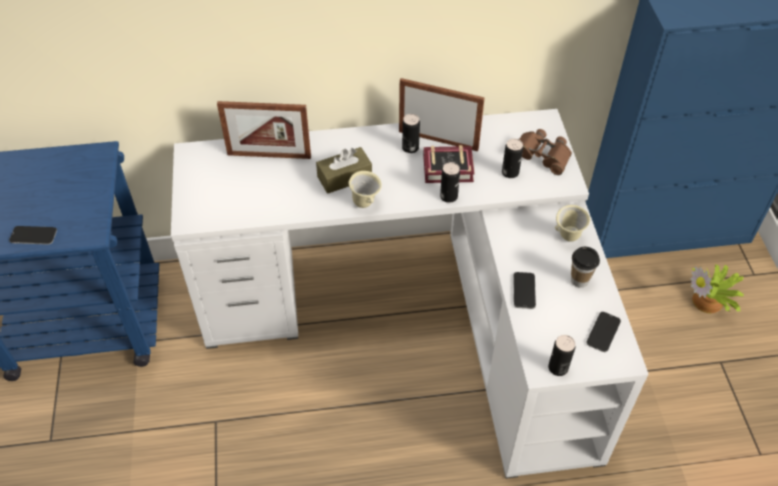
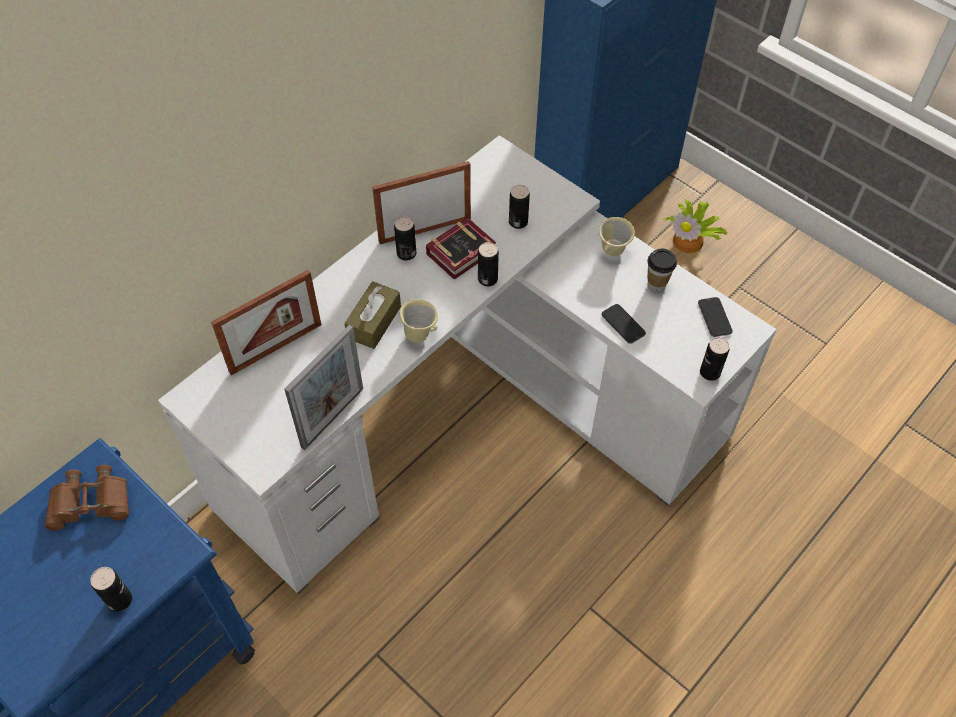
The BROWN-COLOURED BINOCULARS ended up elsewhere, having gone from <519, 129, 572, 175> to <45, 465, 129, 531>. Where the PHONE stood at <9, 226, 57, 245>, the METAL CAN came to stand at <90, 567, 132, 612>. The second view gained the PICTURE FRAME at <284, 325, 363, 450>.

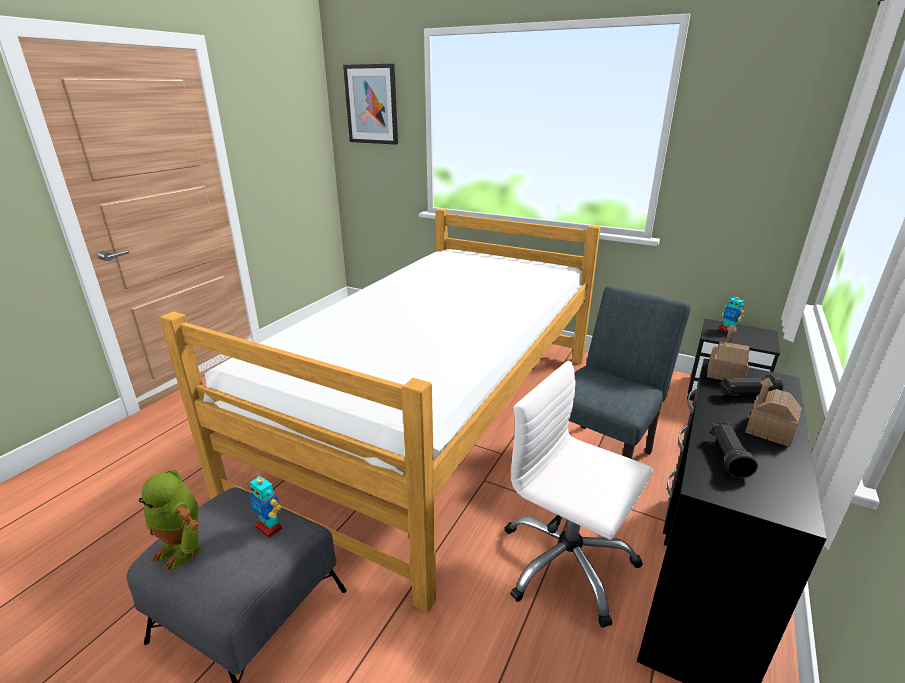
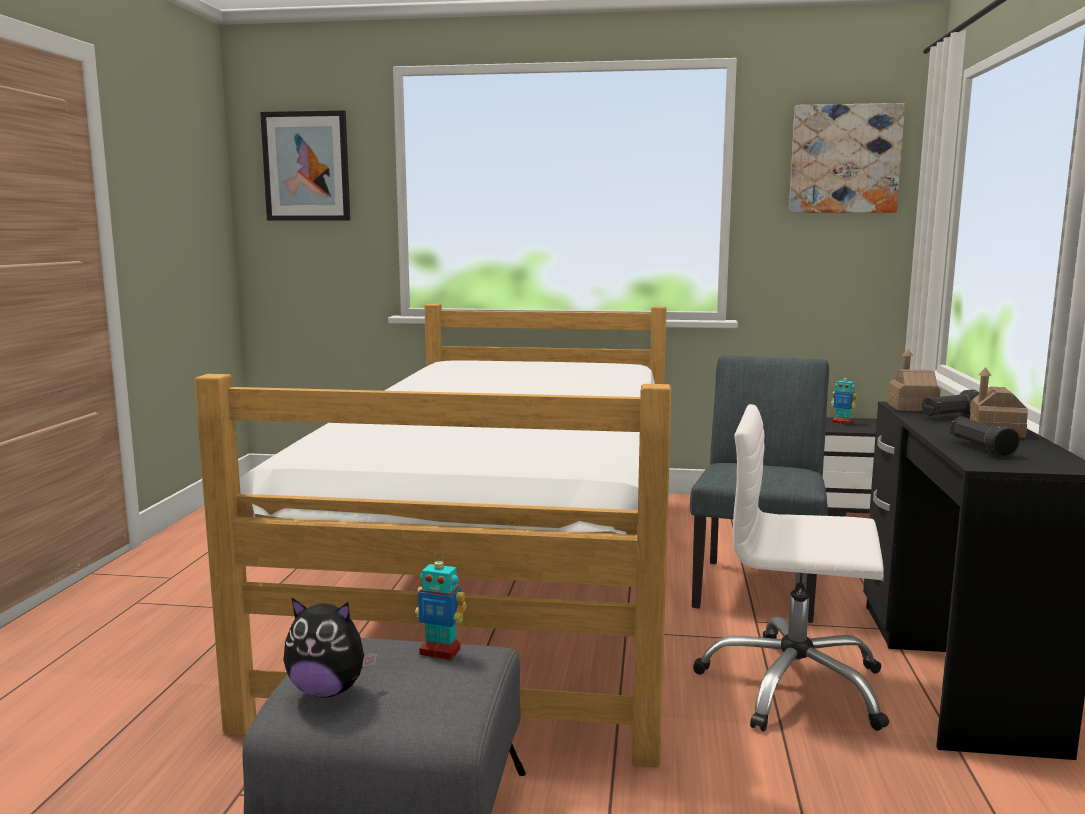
Where the TOY ROBOT stood at <139, 470, 202, 571>, the CUDDLY TOY came to stand at <283, 597, 377, 698>. The second view gained the WALL PICTURE at <789, 103, 905, 213>.

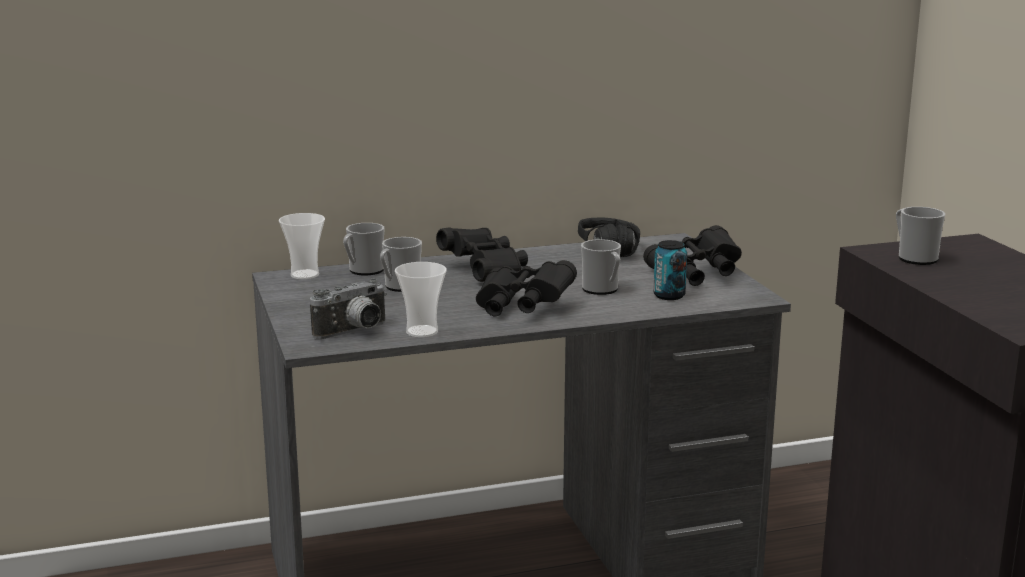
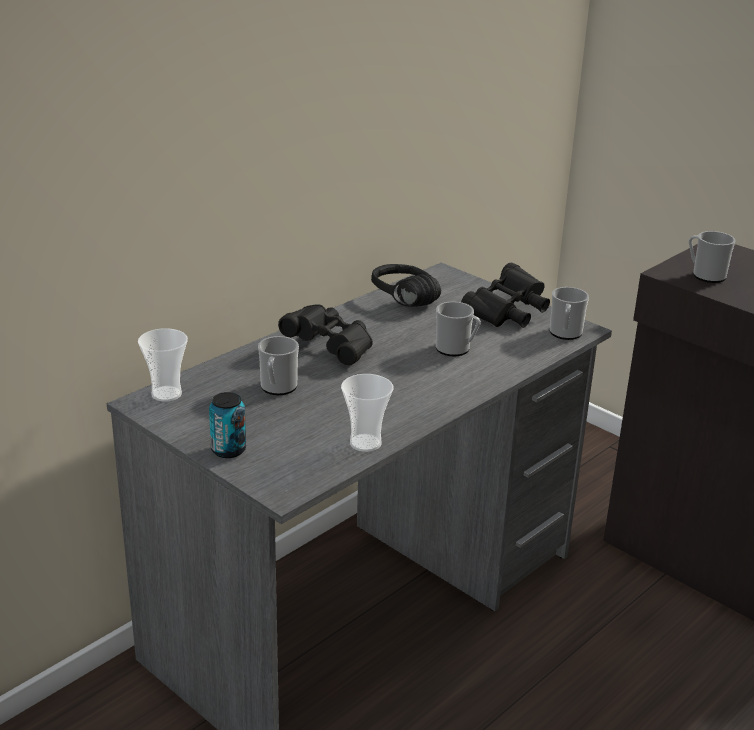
The COFFEE MUG ended up elsewhere, having gone from <343, 223, 385, 276> to <550, 287, 589, 340>. The METAL CAN ended up elsewhere, having gone from <653, 240, 687, 300> to <209, 392, 246, 458>. The second view lost the BLACK BINOCULARS at <476, 260, 577, 316>. The second view lost the PHOTO CAMERA at <310, 279, 387, 339>.

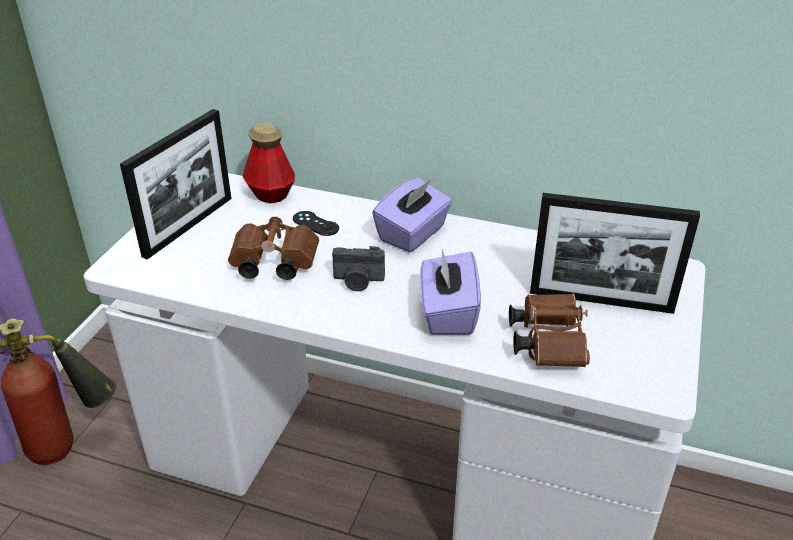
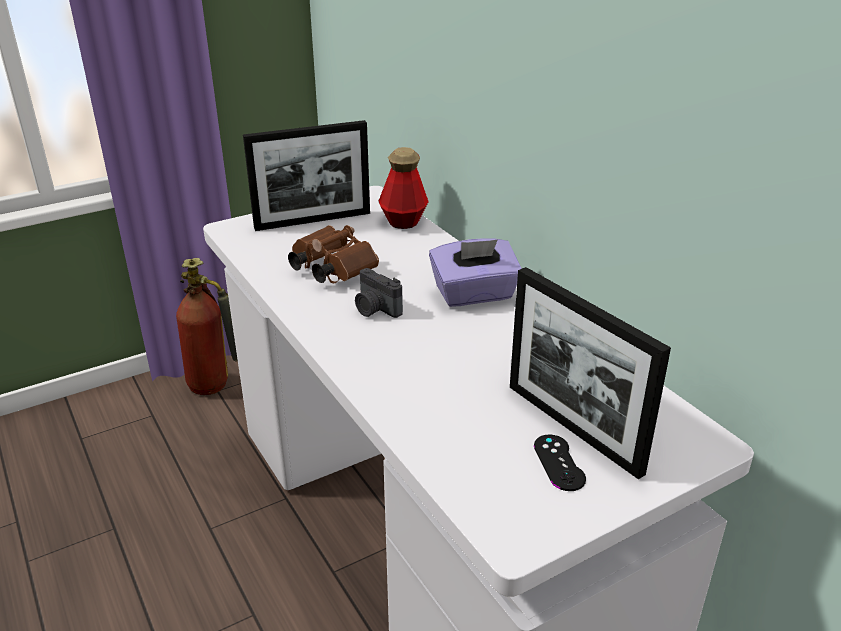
The BLACK GAMEPAD ended up elsewhere, having gone from <293, 211, 339, 236> to <534, 435, 586, 491>. The second view lost the PURPLE TISSUE HOLDER at <420, 249, 481, 335>. The second view lost the BROWN-COLOURED BINOCULARS at <509, 294, 590, 367>.

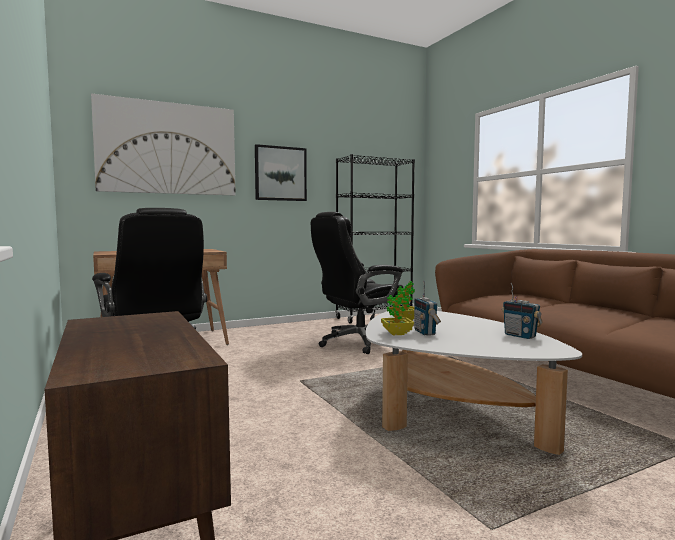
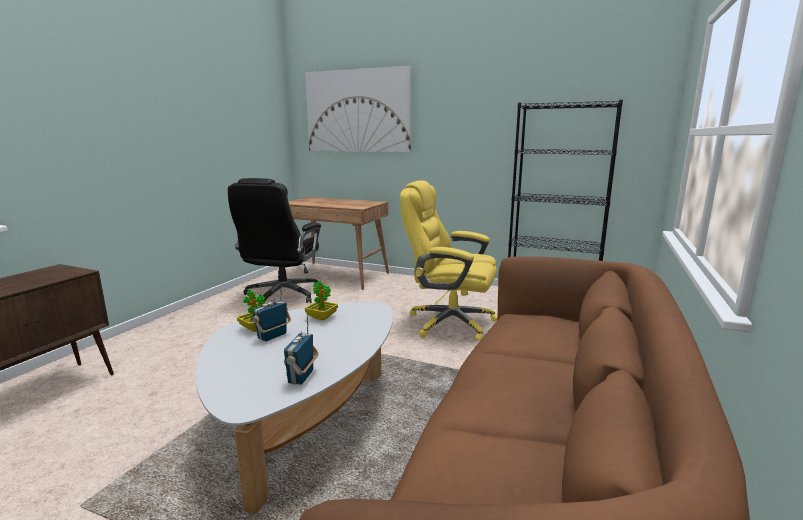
The second view lost the WALL PICTURE at <255, 144, 307, 201>. What was the BLACK COMPUTER CHAIR at <311, 212, 404, 354> turned into the YELLOWISH COMPUTER CHAIR at <400, 180, 498, 341>.

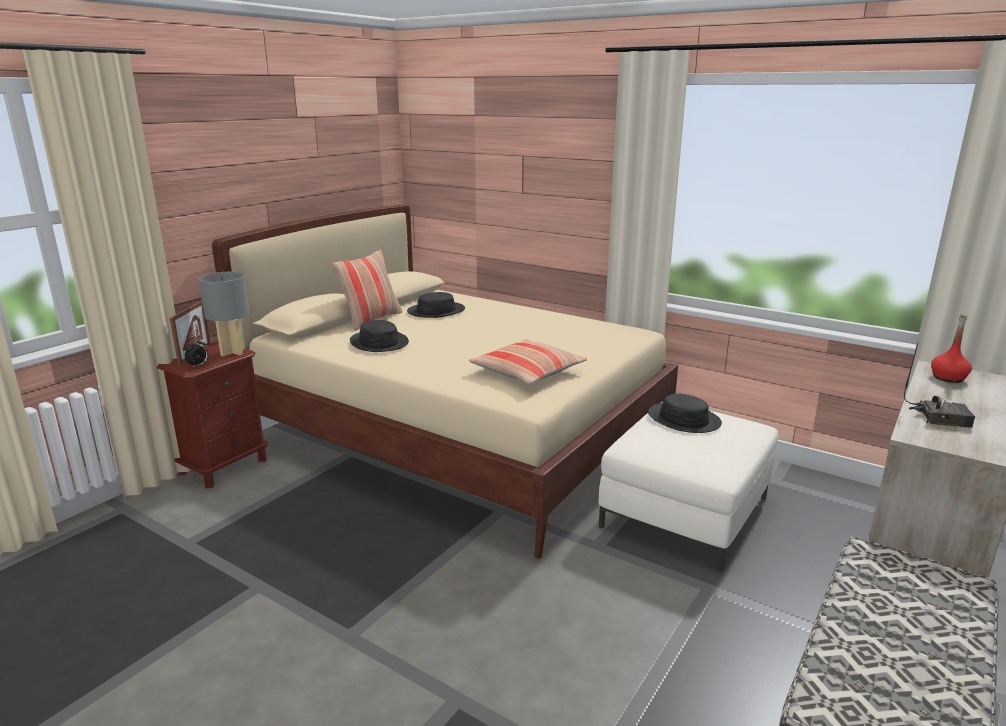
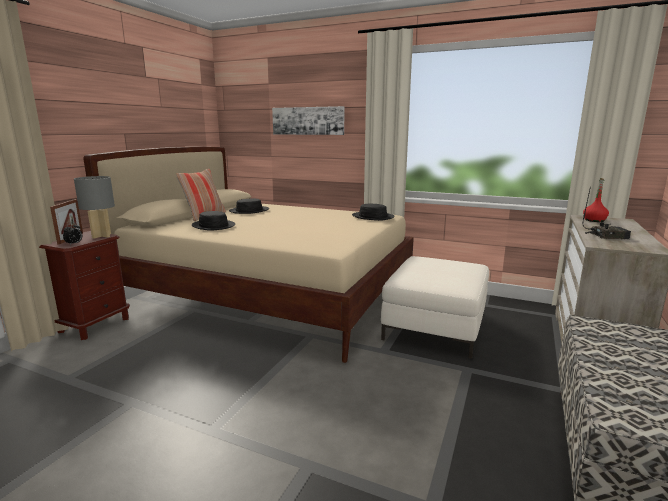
The second view lost the THROW PILLOW at <469, 340, 587, 384>. The BLACK CLOTHING HAT ended up elsewhere, having gone from <648, 394, 722, 433> to <352, 204, 395, 221>. The second view gained the WALL PICTURE at <272, 106, 344, 135>.

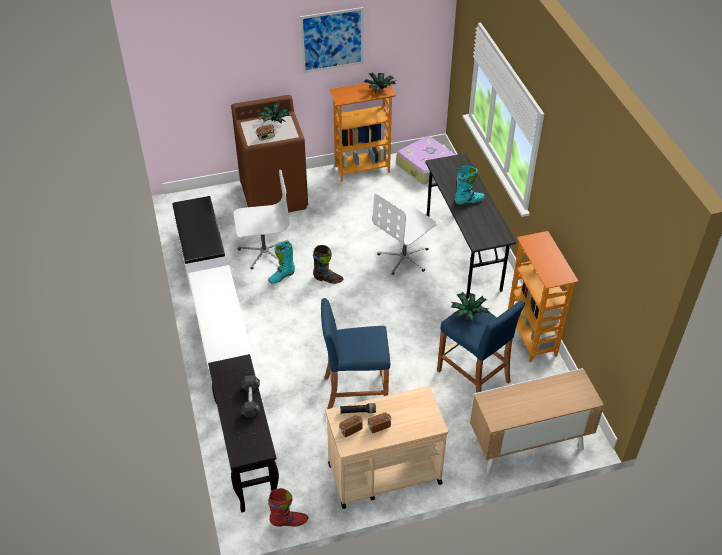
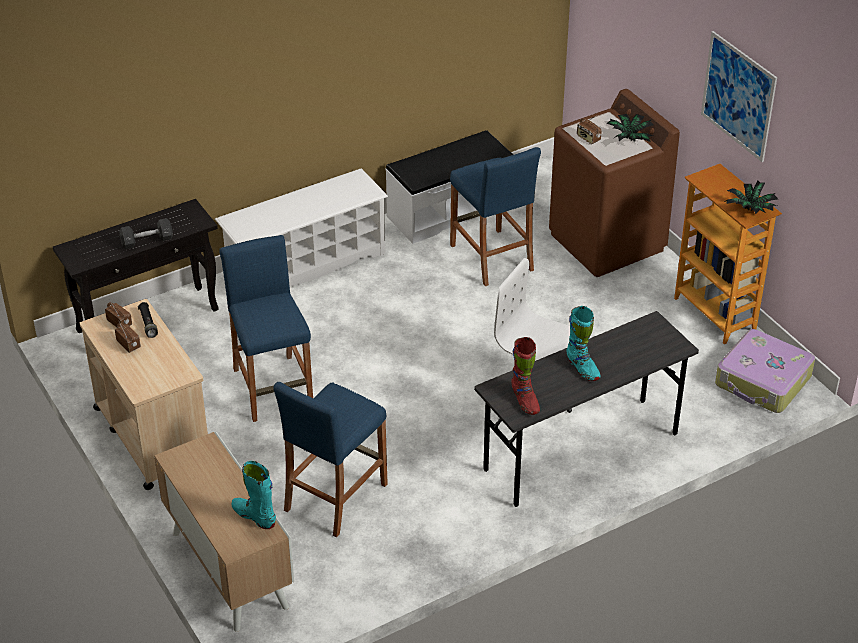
Where the WHITISH COMPUTER CHAIR stood at <233, 170, 290, 269>, the BLUE STOOL SEAT came to stand at <450, 147, 541, 286>. The second view lost the BOOKSHELF at <508, 231, 579, 362>. The TURQUOISE TALL BOOT ended up elsewhere, having gone from <268, 242, 295, 284> to <232, 461, 276, 529>. The second view lost the BLACK TALL BOOT at <313, 245, 343, 284>. The second view lost the POTTED PLANT at <451, 292, 490, 322>. The RED-COLOURED TALL BOOT ended up elsewhere, having gone from <268, 488, 308, 527> to <512, 337, 540, 415>.

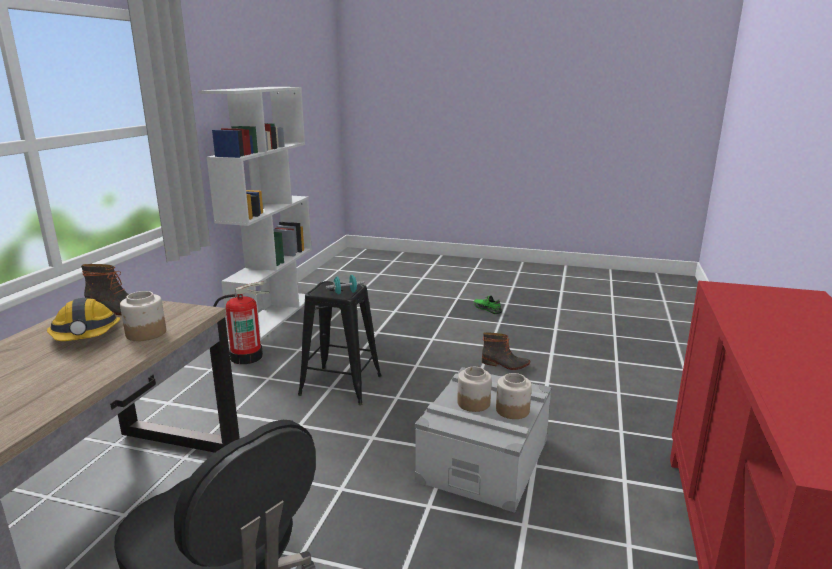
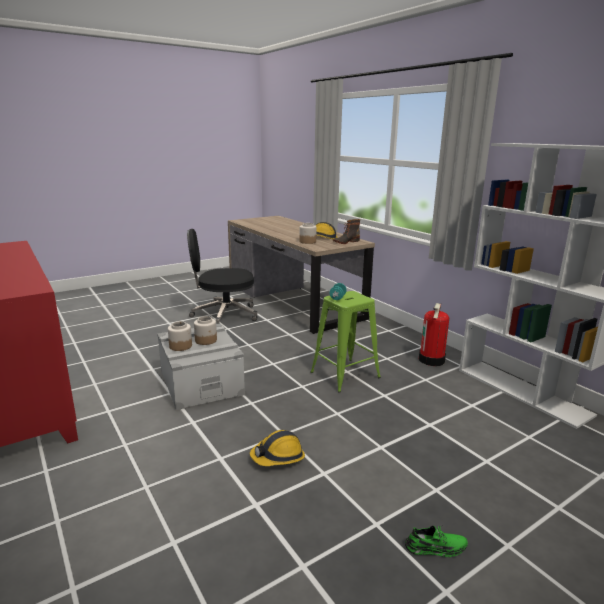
What was the BLACK STOOL SEAT at <298, 281, 382, 405> turned into the GREEN STOOL SEAT at <310, 291, 381, 392>. Where the TALL BOOT stood at <482, 332, 530, 370>, the SAFETY HELMET came to stand at <250, 430, 305, 466>.

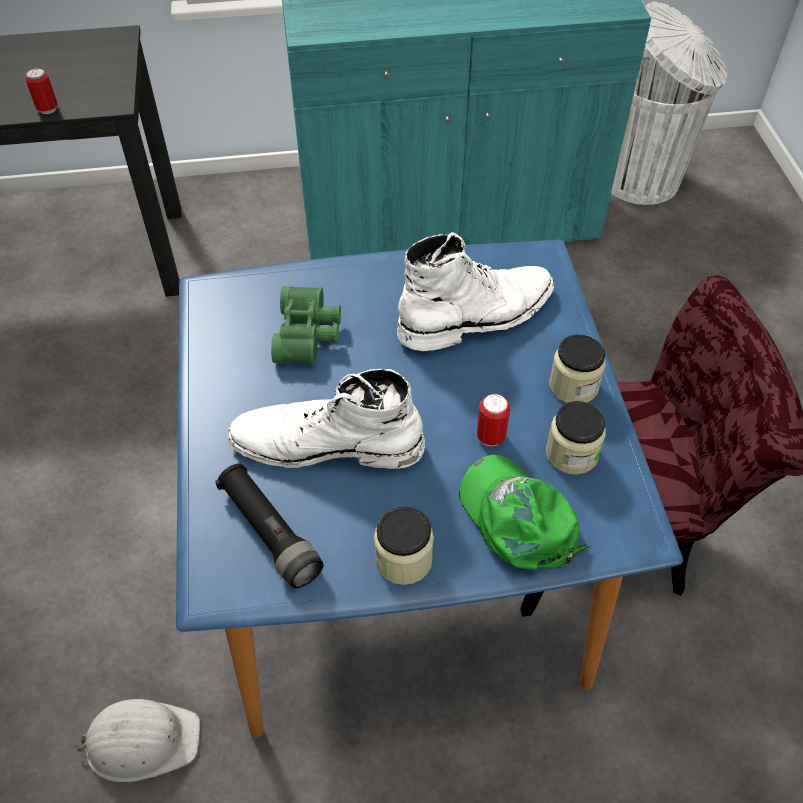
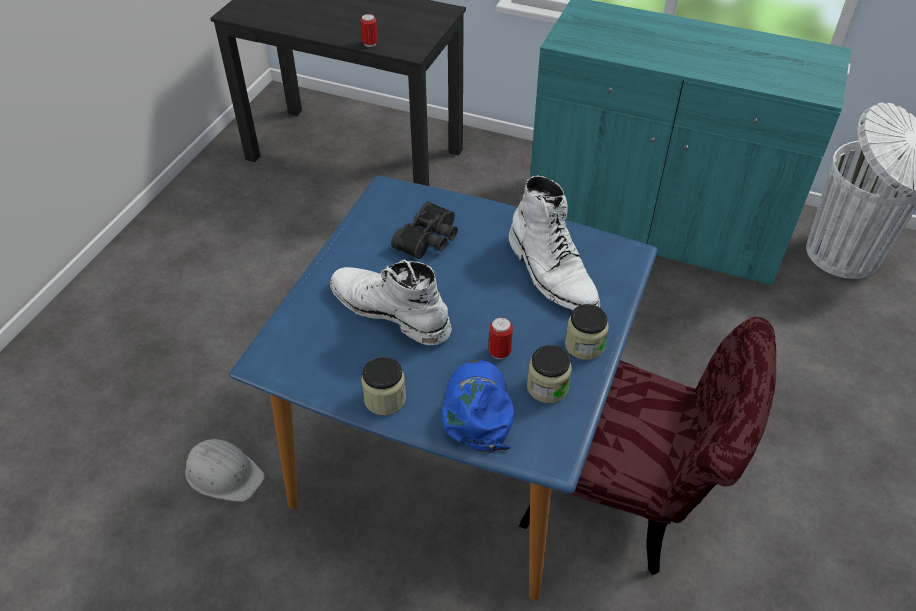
The WHITISH TALL BOOT at <397, 232, 554, 351> ended up facing another way, 60 degrees clockwise from before. What was the GREEN BINOCULARS at <271, 286, 341, 365> turned into the BLACK BINOCULARS at <391, 201, 458, 259>. What was the GREEN CAP at <459, 454, 591, 570> turned into the BLUE CAP at <442, 360, 514, 453>. The second view lost the BLACK TORCH at <215, 464, 324, 588>.

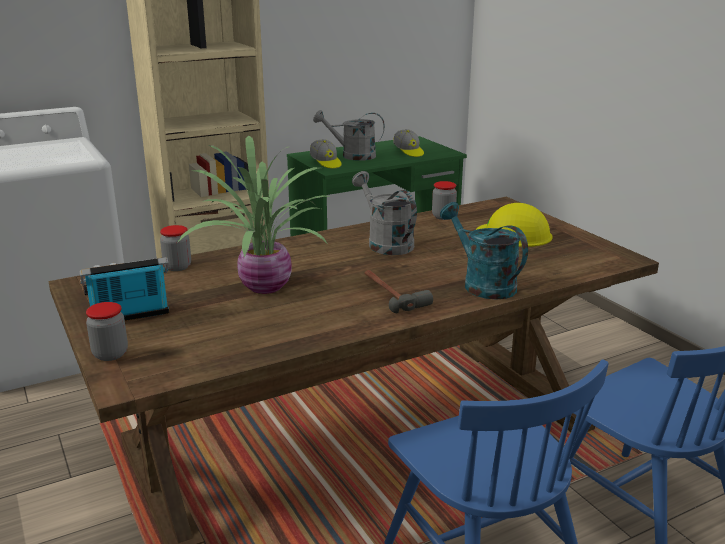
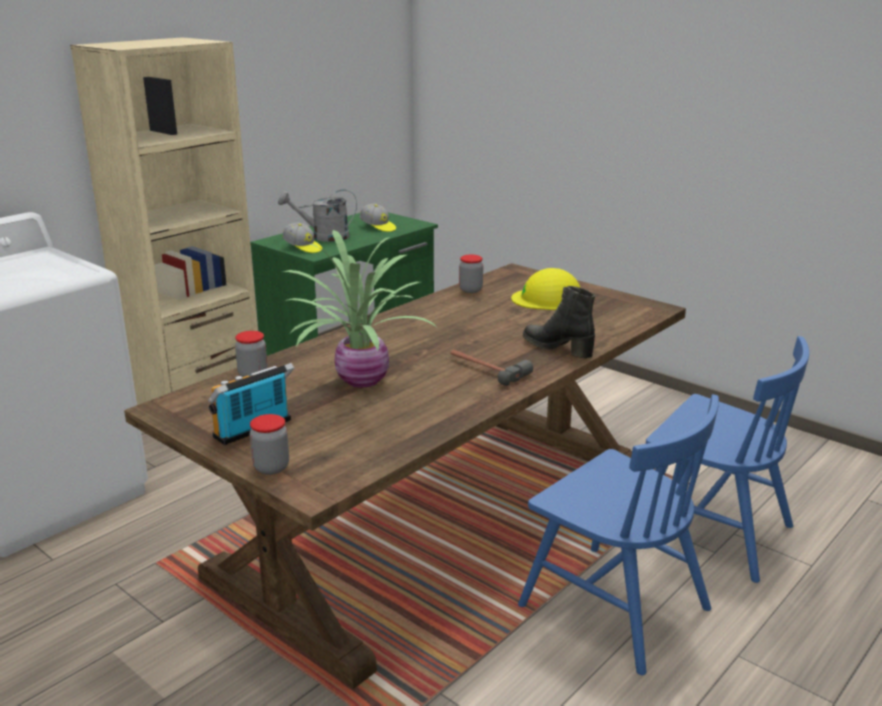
The second view lost the GREYISH WATERING POT at <352, 171, 417, 255>. Where the TURQUOISE WATERING POT stood at <440, 202, 528, 300>, the BLACK TALL BOOT came to stand at <523, 286, 595, 359>.

